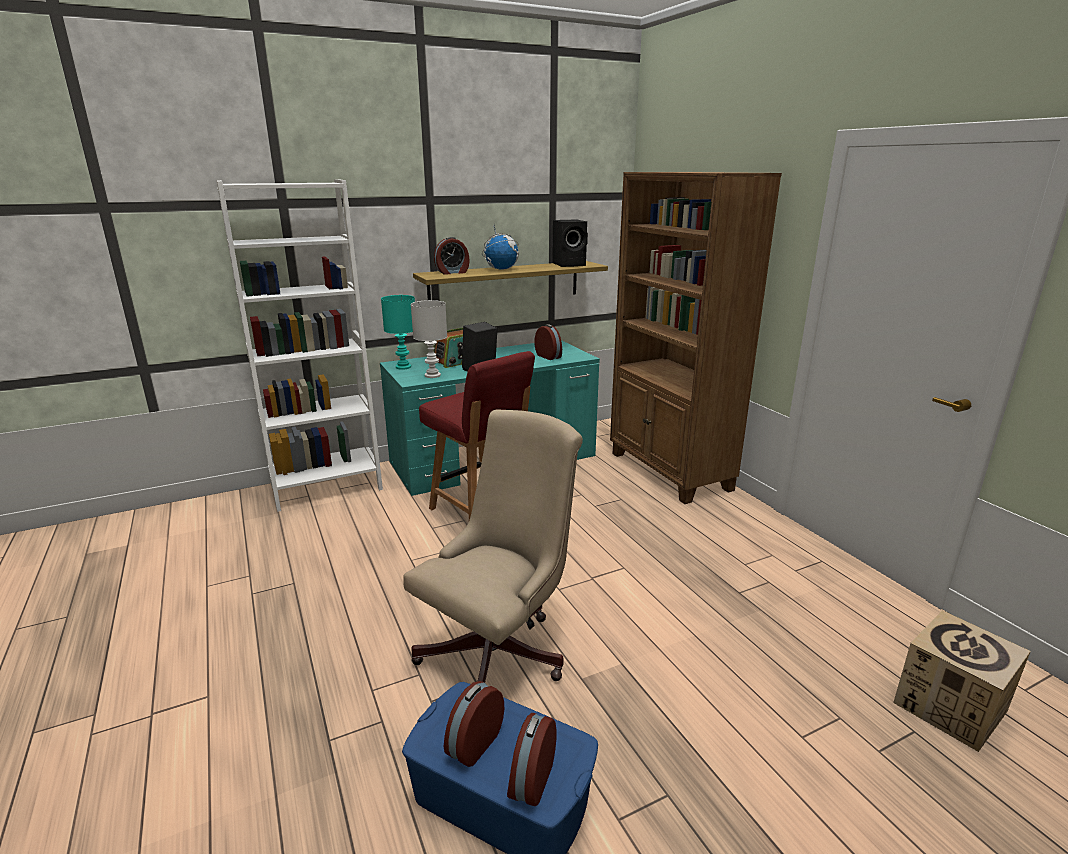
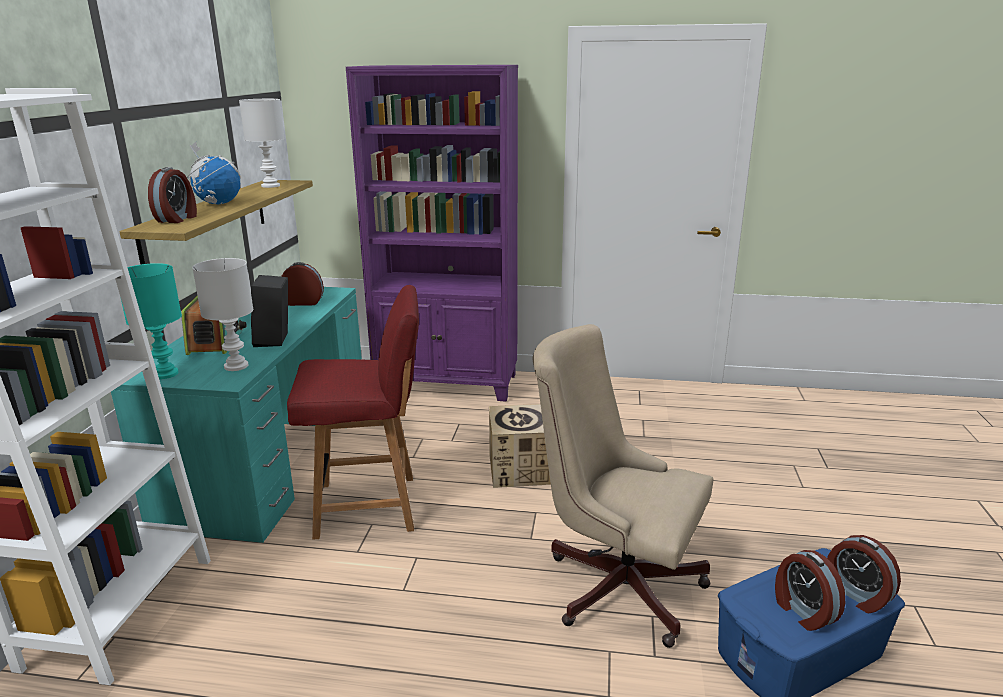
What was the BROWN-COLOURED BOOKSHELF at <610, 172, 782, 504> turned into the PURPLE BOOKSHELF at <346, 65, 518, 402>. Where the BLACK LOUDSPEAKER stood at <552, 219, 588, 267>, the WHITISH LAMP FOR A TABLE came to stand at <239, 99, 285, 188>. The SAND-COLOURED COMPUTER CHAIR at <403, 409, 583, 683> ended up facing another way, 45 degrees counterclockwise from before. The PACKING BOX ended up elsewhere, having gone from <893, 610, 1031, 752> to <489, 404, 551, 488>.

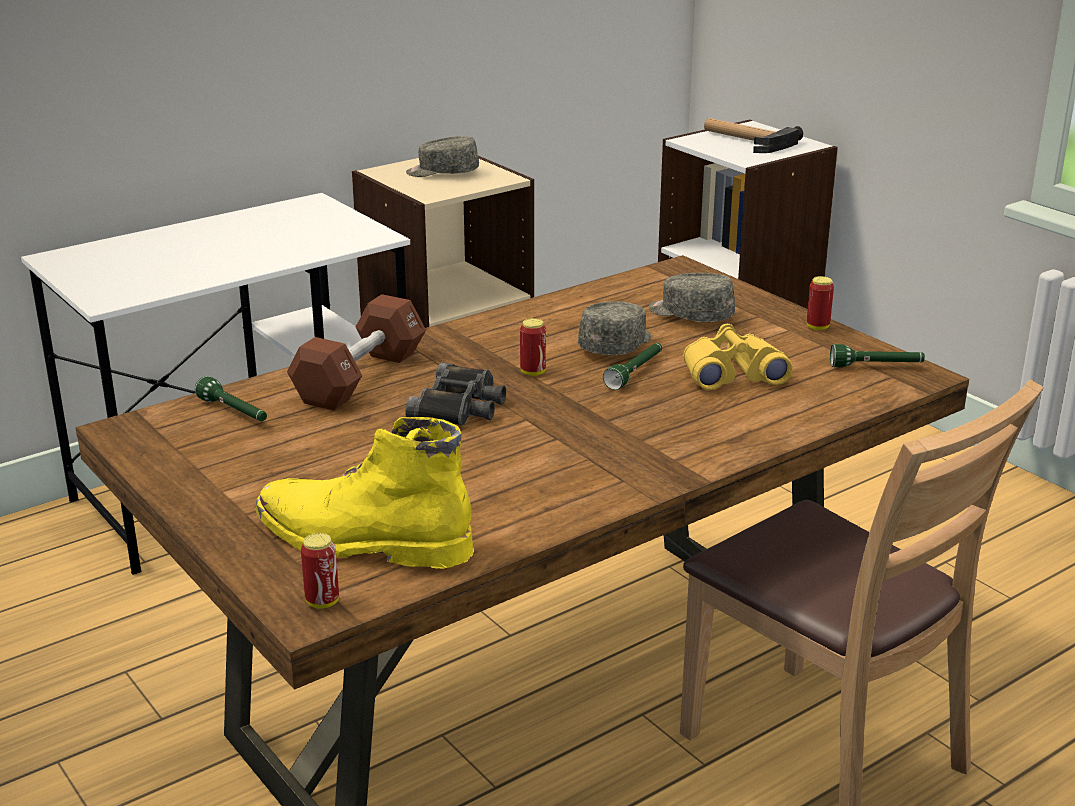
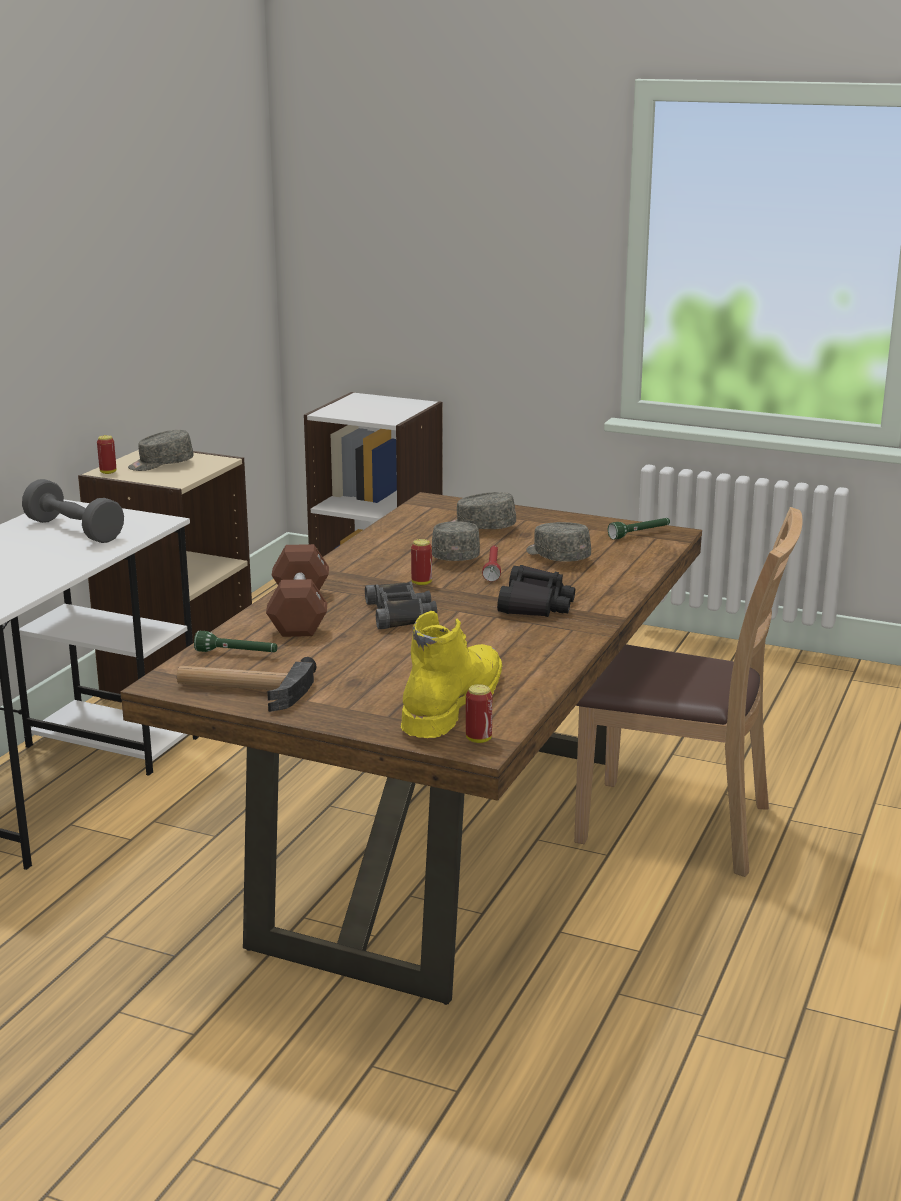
The HAMMER ended up elsewhere, having gone from <704, 118, 803, 153> to <177, 657, 317, 712>. The METAL CAN ended up elsewhere, having gone from <807, 276, 834, 330> to <97, 435, 116, 474>. Where the YELLOWISH BINOCULARS stood at <683, 324, 793, 390>, the GREYISH CAP came to stand at <526, 522, 591, 562>. What was the GREEN TORCH at <603, 343, 662, 390> turned into the RED-COLOURED TORCH at <482, 545, 501, 582>. The YELLOWISH TALL BOOT at <255, 417, 474, 569> ended up facing another way, 120 degrees clockwise from before. The second view gained the GREYISH FREE WEIGHT at <22, 479, 124, 543>. The second view gained the BLACK BINOCULARS at <497, 565, 575, 617>.

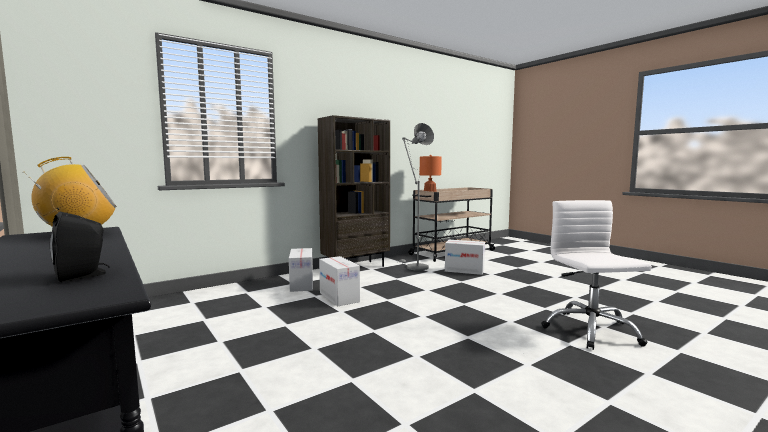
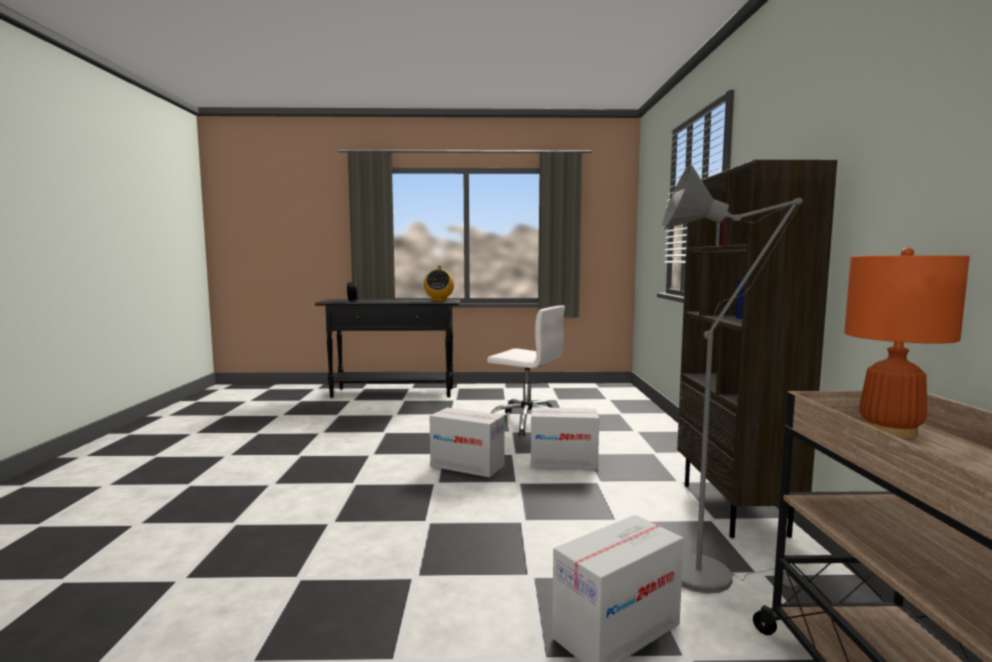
The WHITISH COMPUTER CHAIR ended up elsewhere, having gone from <541, 200, 652, 350> to <487, 305, 565, 436>. The PACKING BOX ended up elsewhere, having gone from <289, 248, 313, 292> to <430, 407, 505, 478>.

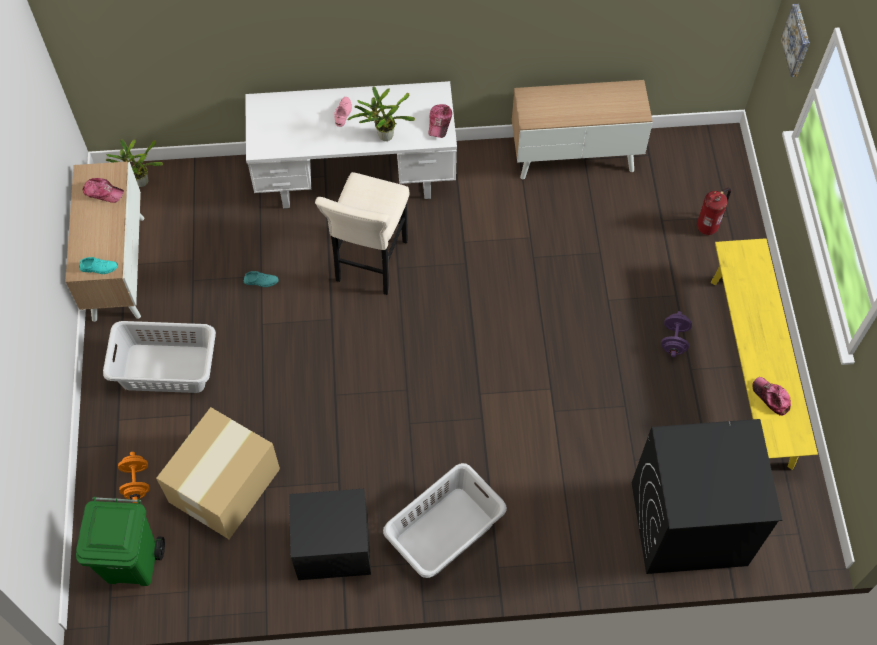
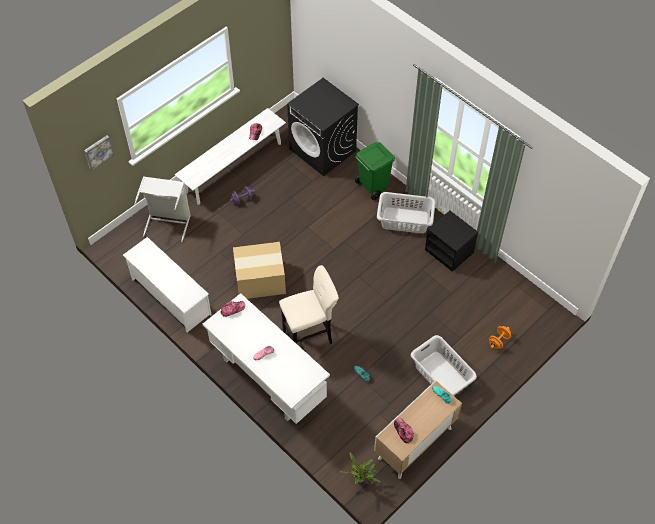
Where the STORAGE CABINET stood at <512, 80, 653, 179>, the WHITISH SHOE SHELF came to stand at <123, 237, 212, 332>. The second view lost the POTTED PLANT at <348, 87, 415, 141>. Where the FIRE EXTINGUISHER stood at <697, 188, 731, 235>, the GREYISH HAMPER came to stand at <134, 176, 191, 242>. What was the YELLOWISH INDOOR BENCH at <711, 238, 818, 470> turned into the WHITISH INDOOR BENCH at <175, 108, 286, 205>. The PACKING BOX ended up elsewhere, having gone from <156, 407, 280, 539> to <233, 242, 286, 299>. The GREEN RUBBISH BIN ended up elsewhere, having gone from <76, 497, 165, 586> to <355, 142, 395, 200>.

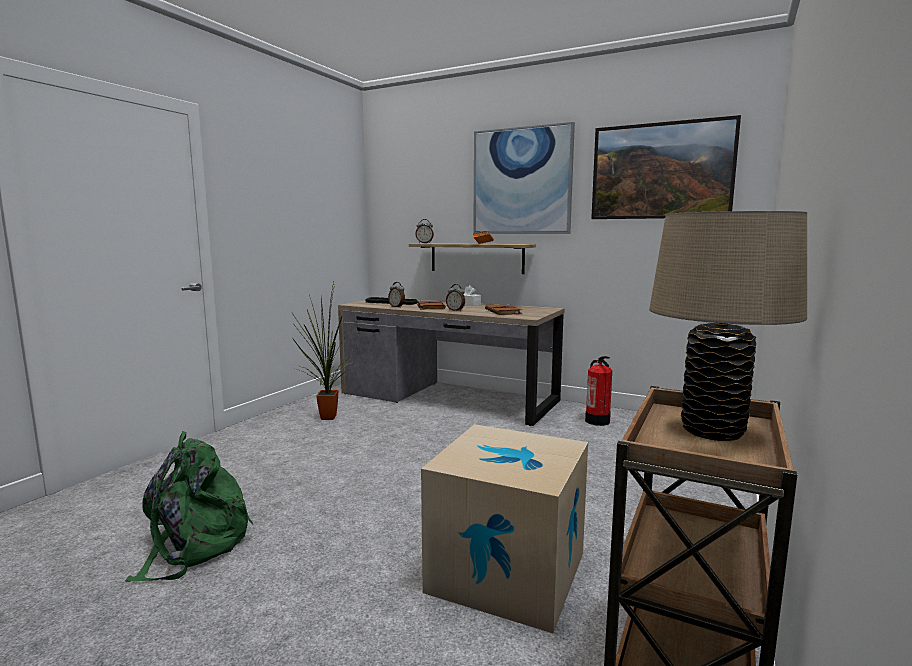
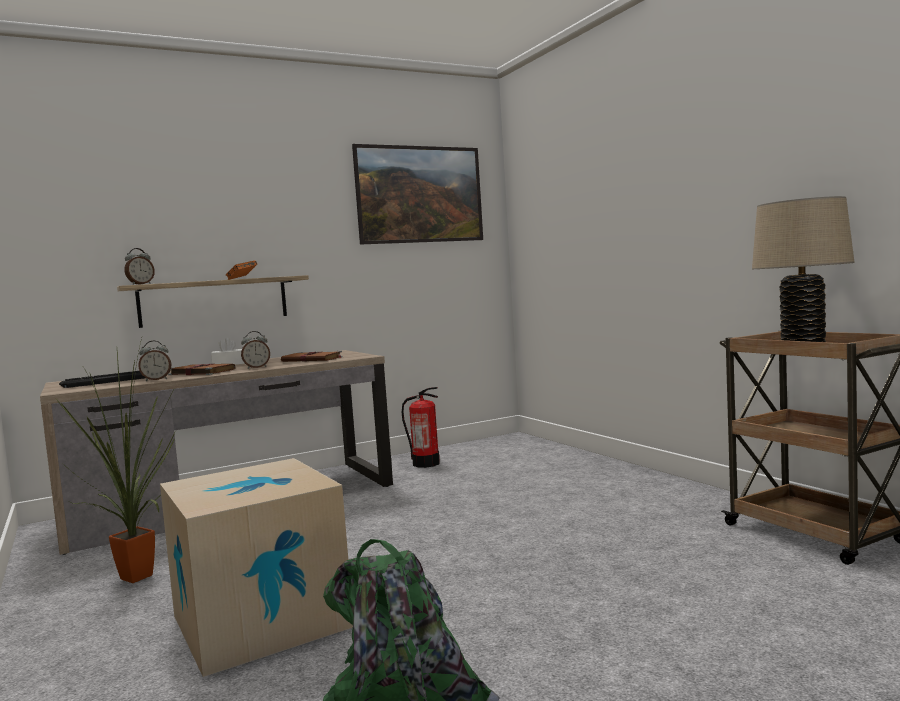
The second view lost the WALL PICTURE at <473, 122, 575, 234>. The PACKING BOX ended up elsewhere, having gone from <421, 424, 588, 633> to <160, 458, 353, 677>.

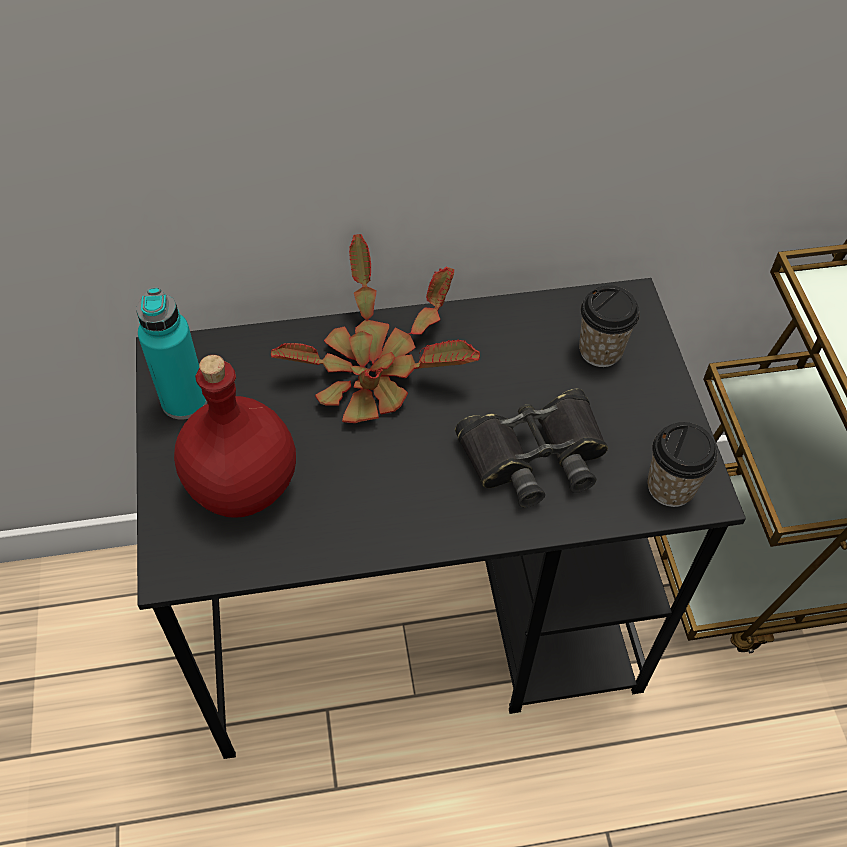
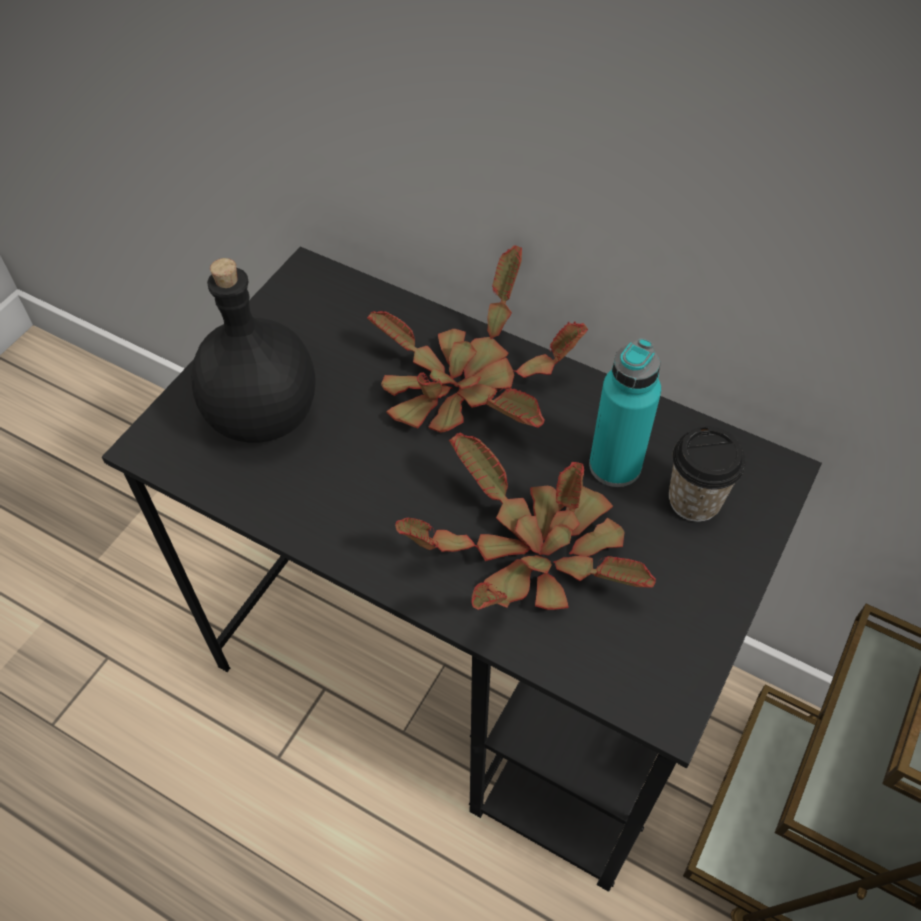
The TURQUOISE BOTTLE ended up elsewhere, having gone from <136, 287, 207, 420> to <589, 338, 661, 487>. What was the RED-COLOURED BOTTLE at <174, 355, 296, 518> turned into the BLACK BOTTLE at <191, 258, 315, 443>. Where the BLACK BINOCULARS stood at <455, 389, 608, 507>, the POTTED PLANT came to stand at <395, 432, 656, 610>. The second view lost the CUP at <647, 422, 717, 507>.

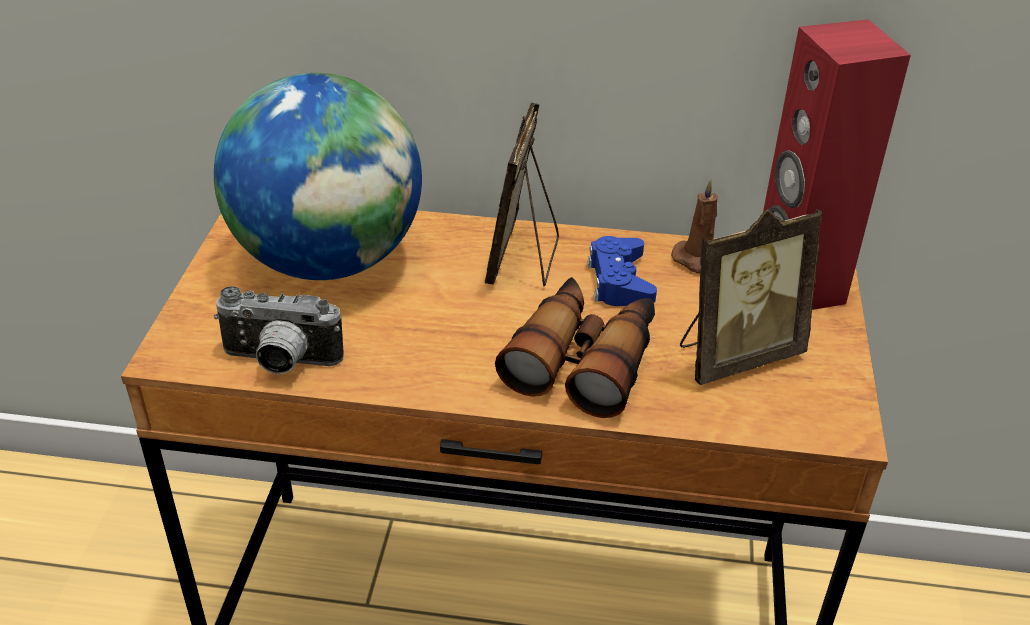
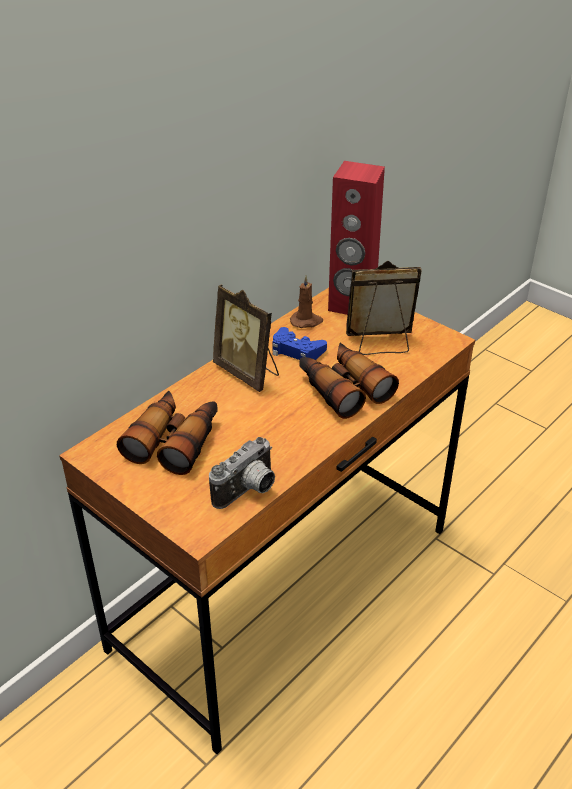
Where the WORLD GLOBE stood at <214, 73, 422, 280>, the BINOCULARS came to stand at <117, 391, 218, 475>. The PICTURE FRAME at <680, 209, 823, 385> ended up facing another way, 105 degrees counterclockwise from before.

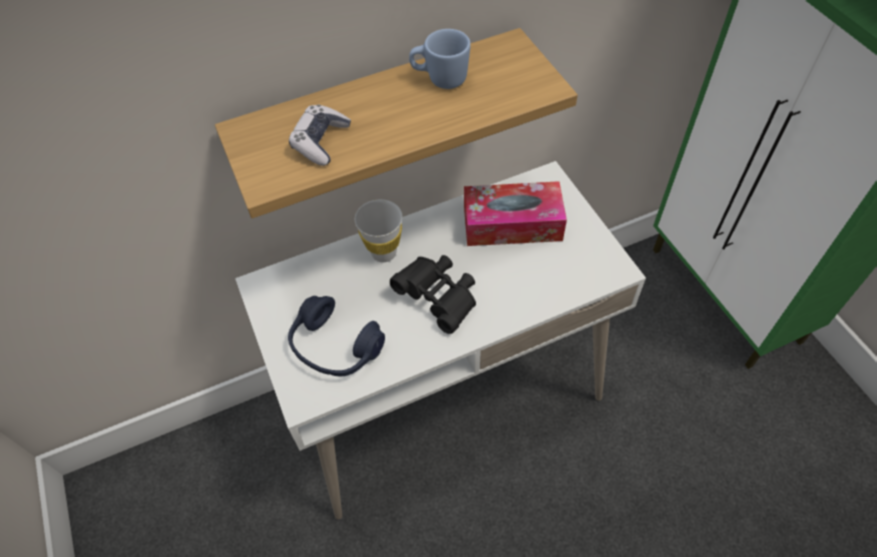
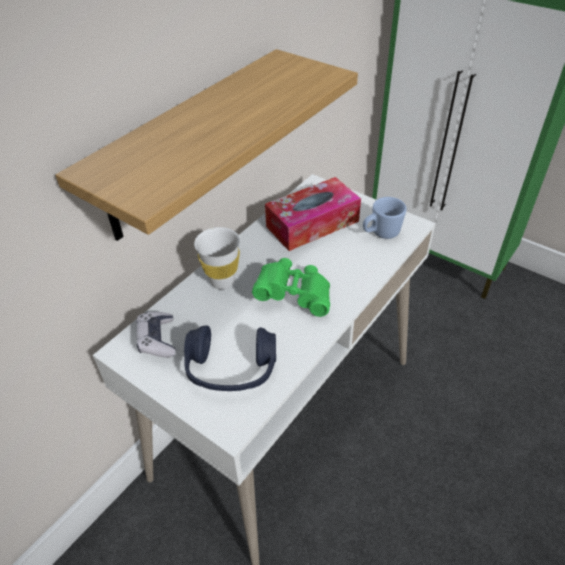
The BLUE COFFEE MUG ended up elsewhere, having gone from <409, 29, 471, 89> to <363, 197, 407, 239>. The GAMEPAD ended up elsewhere, having gone from <289, 104, 351, 166> to <136, 312, 176, 358>. What was the BLACK BINOCULARS at <390, 255, 476, 334> turned into the GREEN BINOCULARS at <252, 258, 330, 317>.

